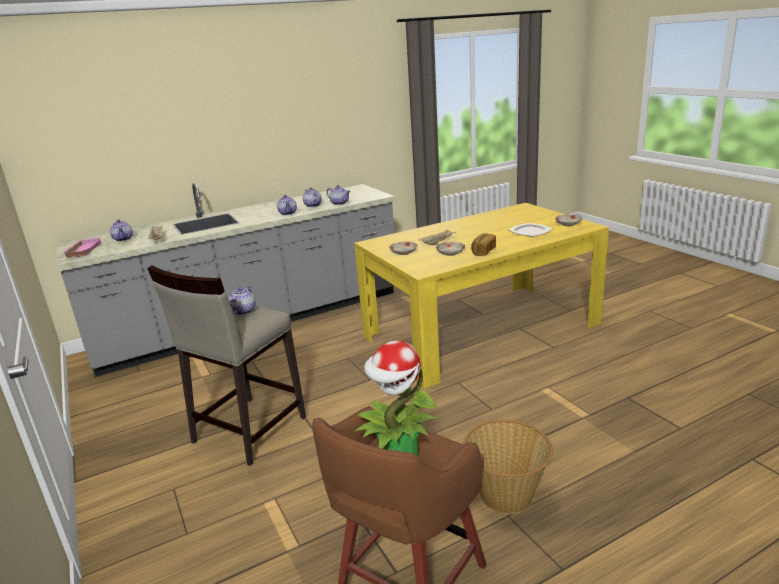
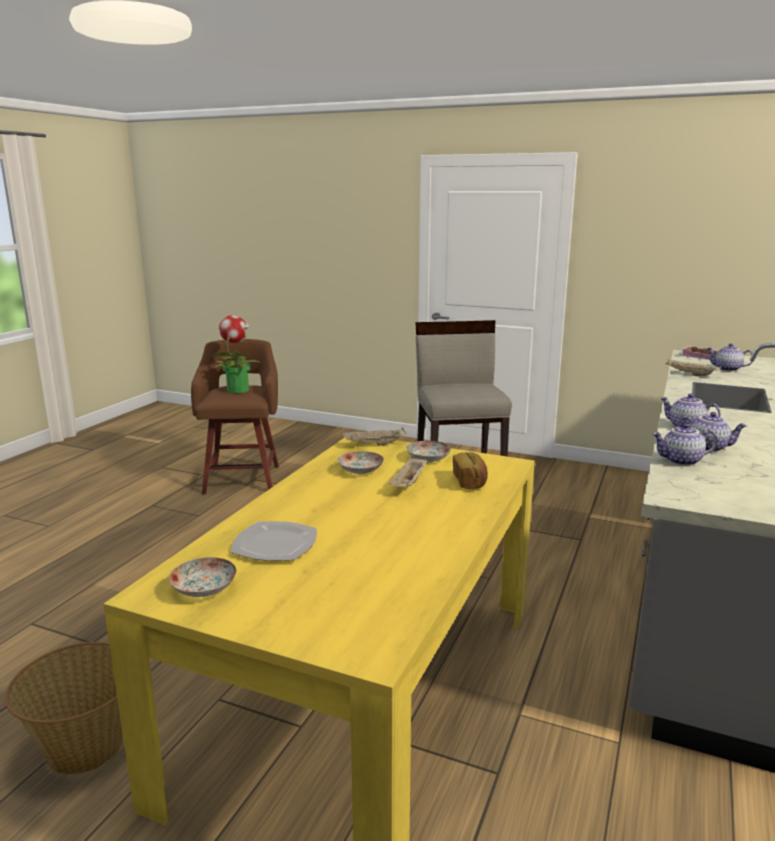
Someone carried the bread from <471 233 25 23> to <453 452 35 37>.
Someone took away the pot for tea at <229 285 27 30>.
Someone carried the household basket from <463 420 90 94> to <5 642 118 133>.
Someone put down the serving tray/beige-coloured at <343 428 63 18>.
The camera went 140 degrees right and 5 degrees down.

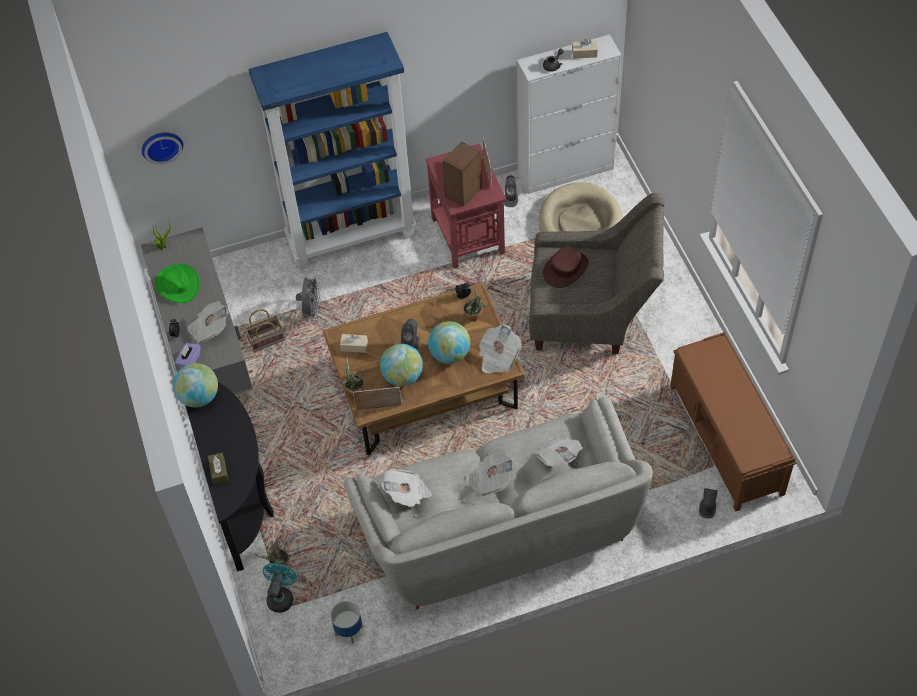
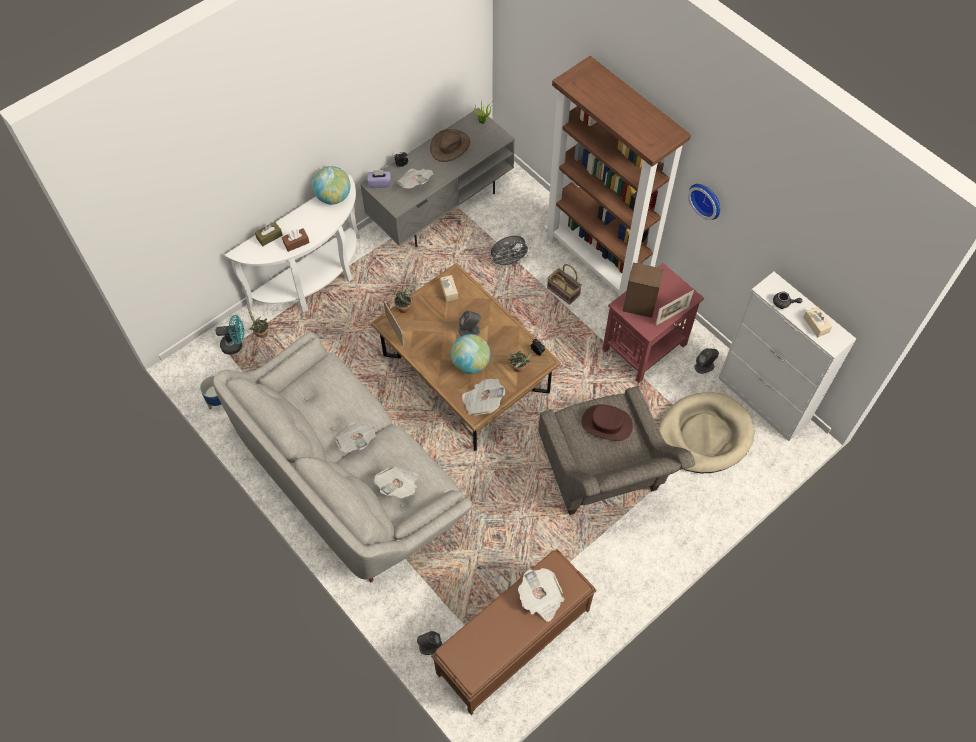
Someone repainted the bookcase/blue-coloured at <248 32 169 238>, which became the bookcase/brown-coloured at <544 56 147 241>.
Someone carried the clock on the wall from <142 132 41 32> to <688 184 32 36>.
Someone repainted the hat/green at <155 264 45 39>, which became the hat/brown-coloured at <430 129 40 33>.
Someone carried the household basket from <244 309 41 43> to <547 264 35 41>.
Someone took away the desk globe at <380 344 43 42>.
Someone repainted the narrow table/blackish at <185 382 89 189>, which became the narrow table/white at <225 175 135 137>.
Someone carried the printed paper from <381 468 51 39> to <518 568 47 54>.
Someone put down the box of tissues/brown-coloured at <282 228 28 24>.
The camera went 65 degrees right and 5 degrees up.

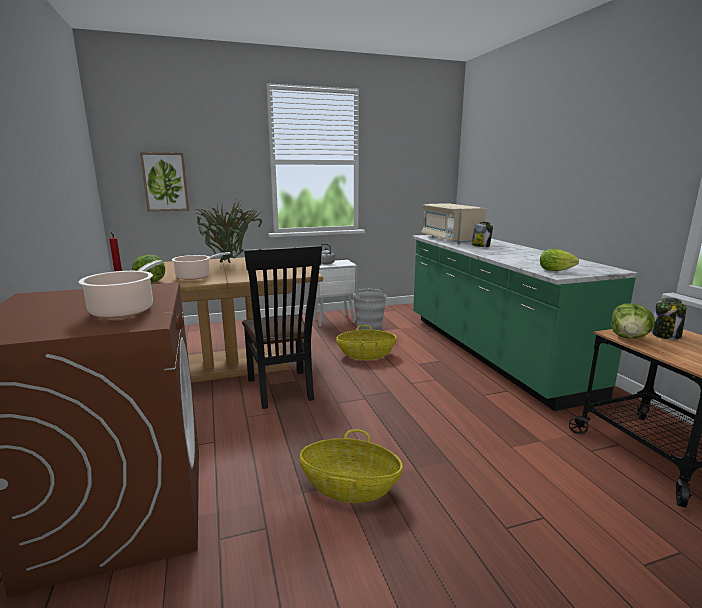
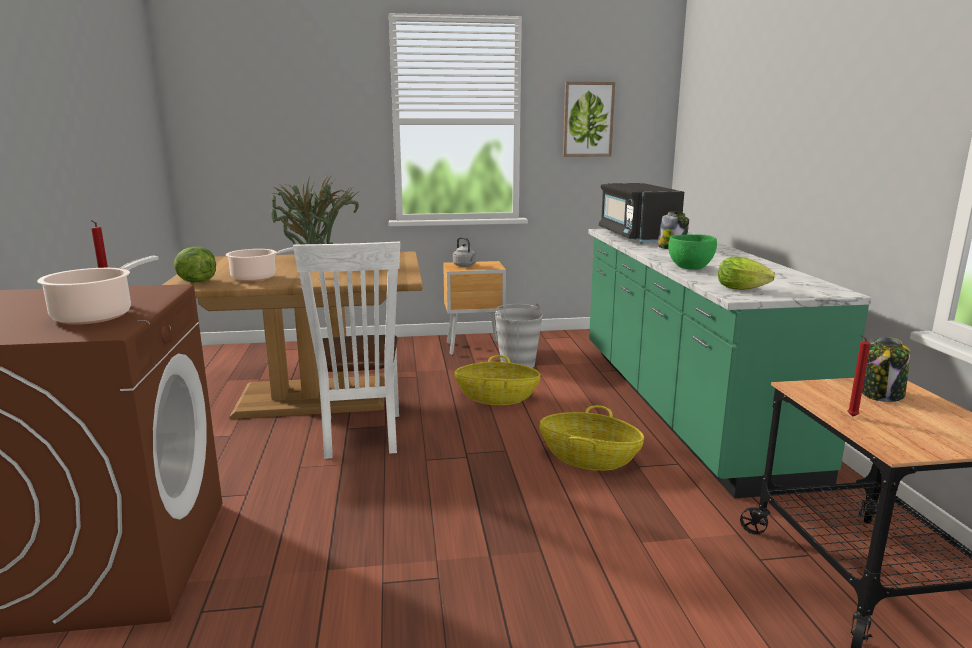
Someone carried the picture from <140 152 49 60> to <563 82 52 75>.
Someone repainted the microwave/beige-coloured at <421 203 66 41>, which became the microwave/blackish at <599 183 85 61>.
Someone repainted the upright chair/blackish at <242 245 80 164>, which became the upright chair/white at <293 241 107 218>.
Someone repainted the nightstand/white at <313 260 44 67>, which became the nightstand/brown-coloured at <443 261 63 94>.
Someone took away the head of lettuce at <611 304 44 35>.
Someone carried the household basket from <299 429 104 74> to <539 405 105 66>.
Someone put down the serving bowl/green at <668 234 49 36>.
Someone put down the wax light/red at <847 335 24 82>.
The camera went 10 degrees right and 0 degrees up.

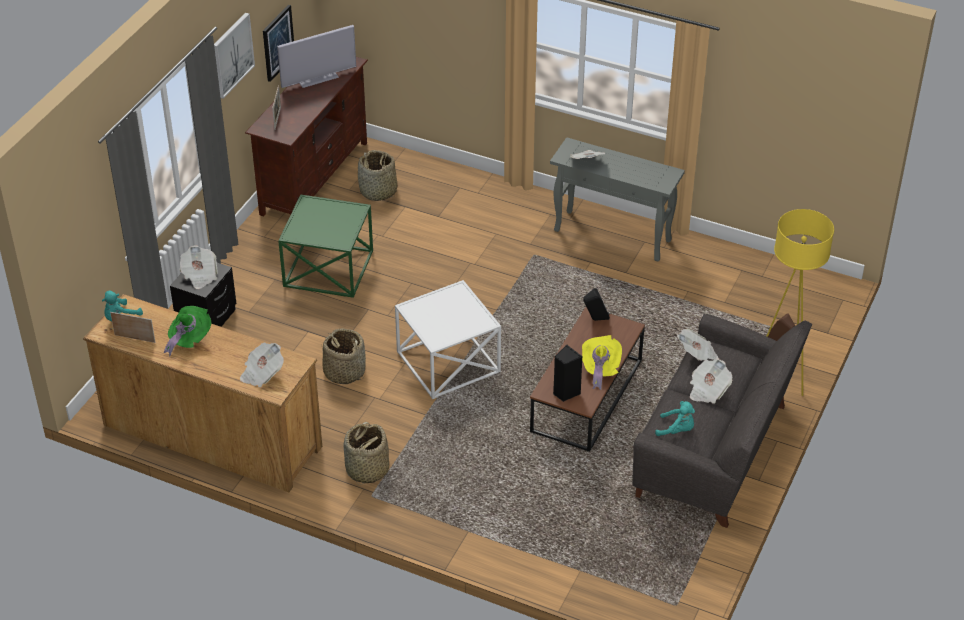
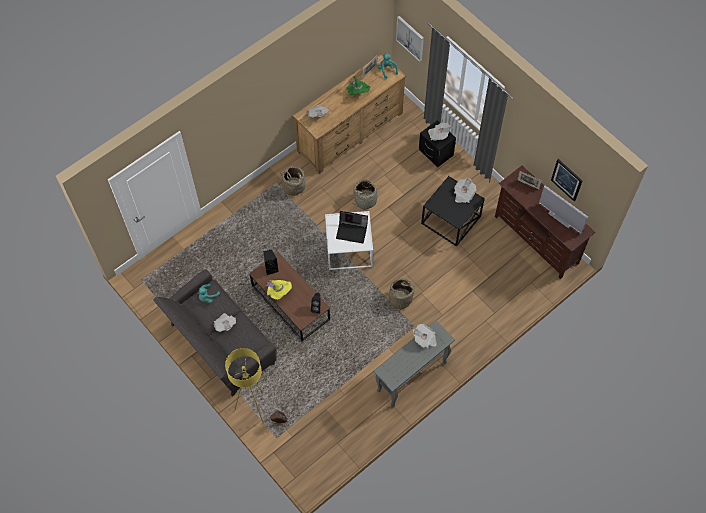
Someone carried the picture from <214 13 41 86> to <396 16 28 46>.
Someone rotated the television at <277 25 79 63> by 45 degrees counterclockwise.
Someone carried the household basket from <358 150 39 51> to <384 278 32 31>.
Someone repainted the side table/green at <278 194 95 104>, which became the side table/blackish at <421 176 64 71>.
Someone carried the printed paper from <677 329 42 32> to <454 178 23 25>.
Someone put down the laptop at <336 211 32 32>.
The camera went 115 degrees right and 20 degrees up.

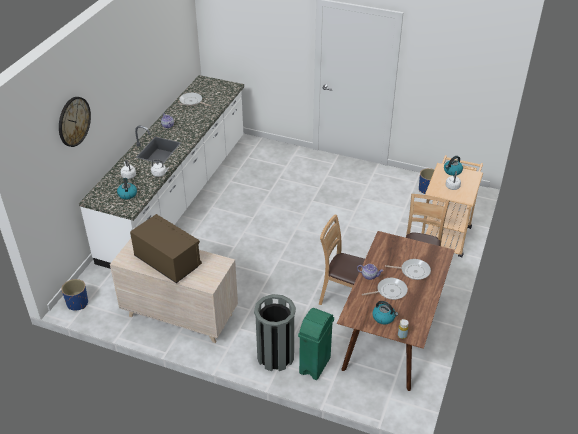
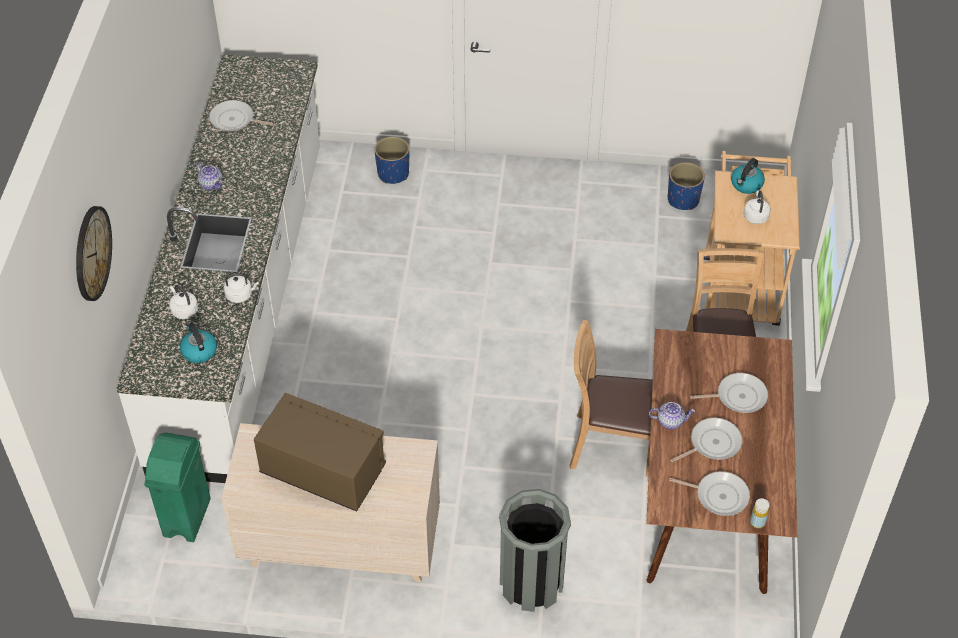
Someone carried the plant pot/blue-coloured from <61 279 27 32> to <374 137 35 47>.
Someone swapped the water kettle at <372 301 26 23> for the pan at <669 471 81 45>.
Someone carried the rubbish bin/green from <298 308 36 72> to <144 433 67 109>.
The camera went 15 degrees left and 10 degrees up.

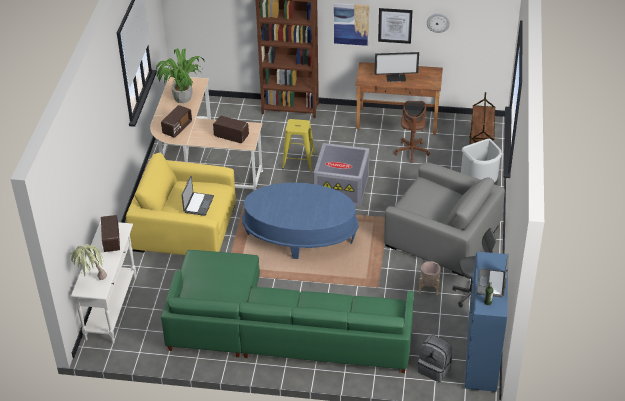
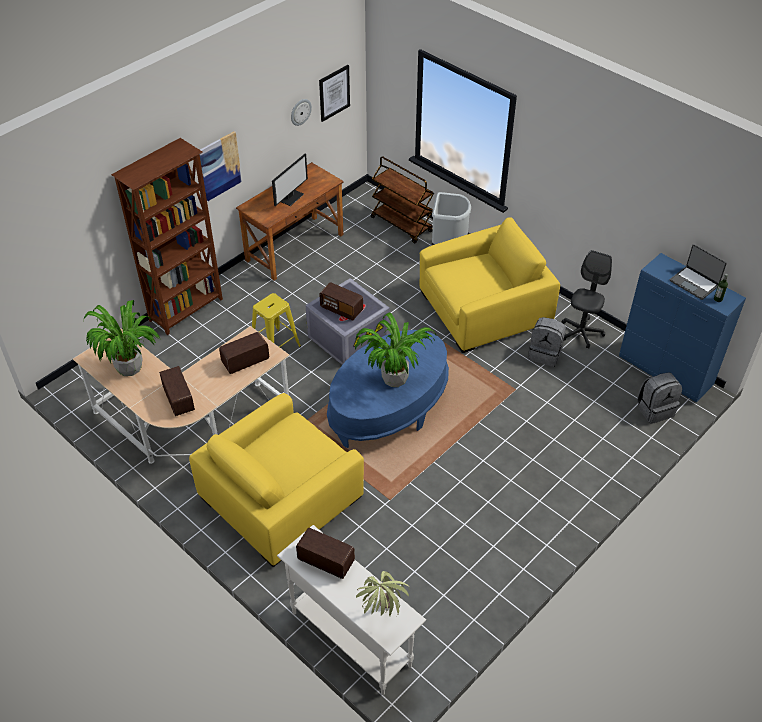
Someone carried the picture from <378 8 35 36> to <319 65 31 57>.
Someone took away the desk chair/brown-coloured at <394 101 36 61>.
Someone repainted the lounge chair/gray at <384 162 121 115>, which became the lounge chair/yellowish at <419 217 141 136>.
Someone took away the laptop at <182 176 32 40>.
Someone took away the settee/green at <161 250 253 123>.
Someone swapped the plant pot/beige-coloured at <419 261 22 34> for the backpack/gray at <528 317 38 50>.
Someone put down the radio set at <319 282 44 38>.
Someone put down the plant in a pot at <355 313 81 74>.
The camera went 55 degrees left and 5 degrees up.

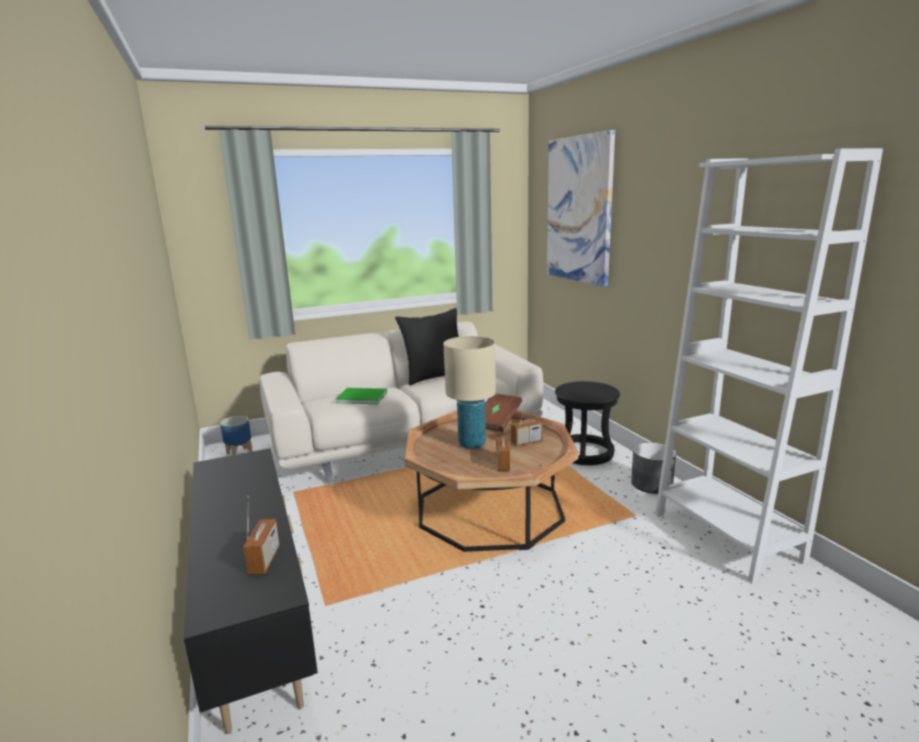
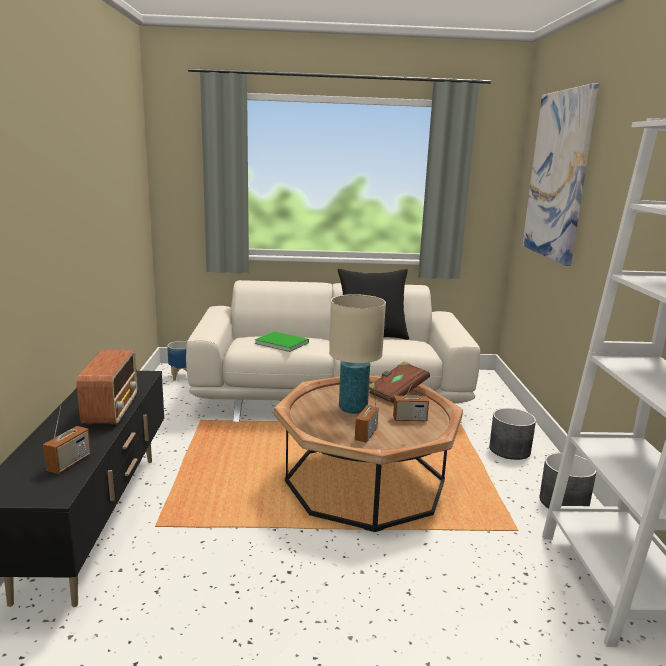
Someone swapped the sitting stool/blackish at <555 381 65 84> for the plant pot/gray at <489 408 47 52>.
Someone put down the radio set at <76 350 62 76>.
The camera went 20 degrees right and 0 degrees up.

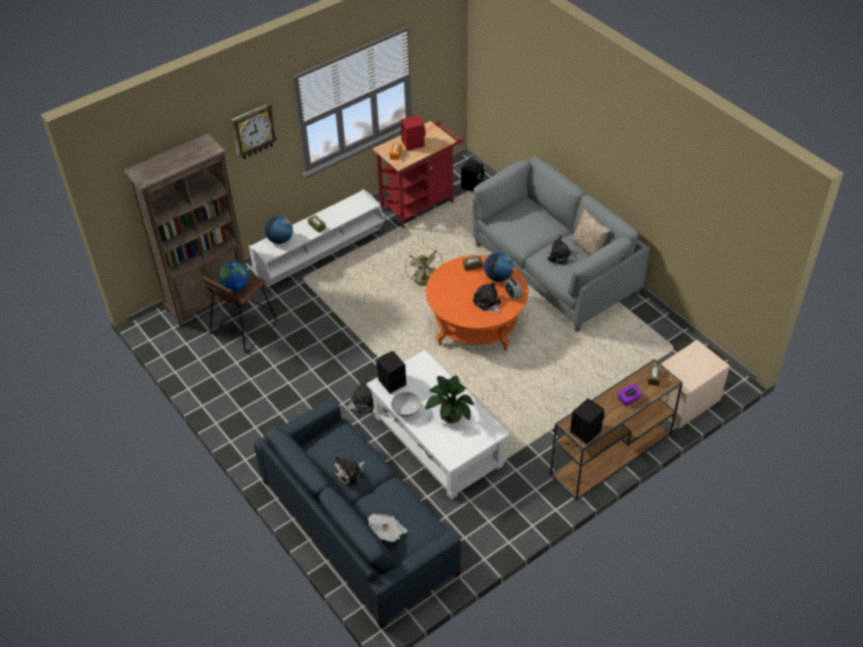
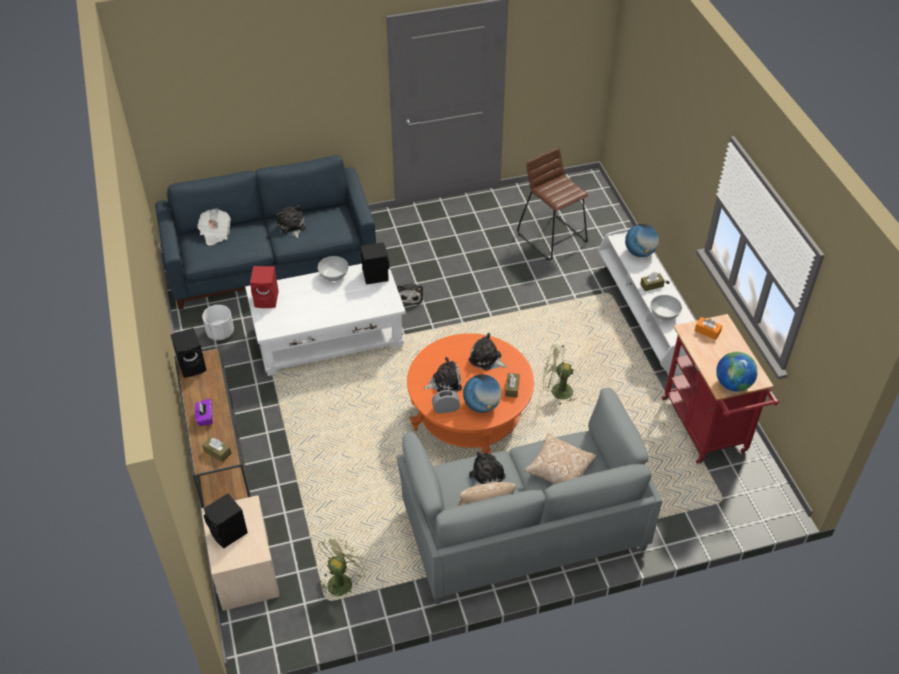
Someone took away the clock on the wall at <231 103 46 56>.
Someone carried the audio speaker/red from <401 115 25 36> to <250 266 28 42>.
Someone took away the bookcase/brown-coloured at <124 133 122 193>.
Someone carried the audio speaker/blackish from <461 159 24 33> to <204 493 44 55>.
Someone carried the desk globe from <218 262 31 30> to <716 352 42 40>.
Someone took away the plant in a pot at <425 375 49 48>.
Someone put down the serving bowl/white at <650 295 32 26>.
Someone put down the plant pot/white at <202 305 32 35>.
Someone put down the cuddly toy at <469 333 39 37>.
Someone put down the throw pillow at <524 433 74 51>.
Someone put down the cooling fan/green at <318 534 52 64>.
The camera went 110 degrees right and 0 degrees up.

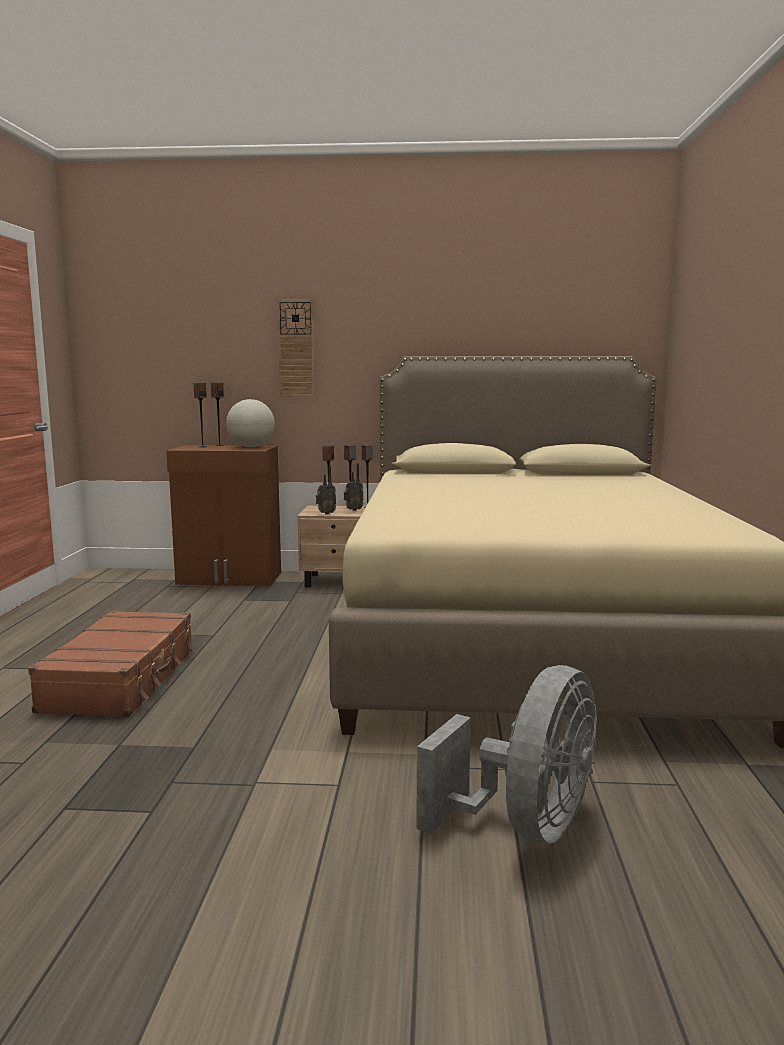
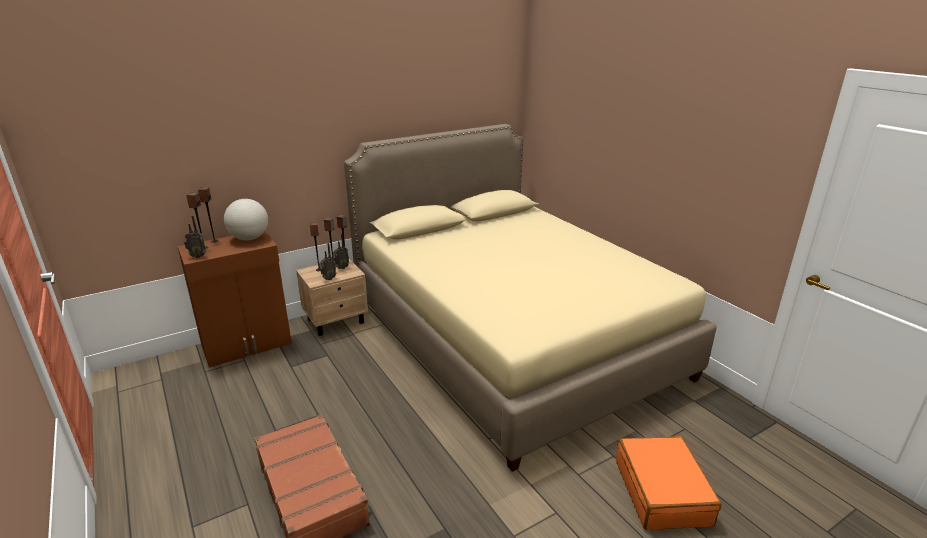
Someone took away the clock on the wall at <277 300 38 97>.
Someone swapped the cooling fan/gray at <416 665 181 179> for the travel case/orangey at <616 436 106 94>.
Someone put down the radio set at <184 215 22 43>.
The camera went 35 degrees left and 15 degrees up.

